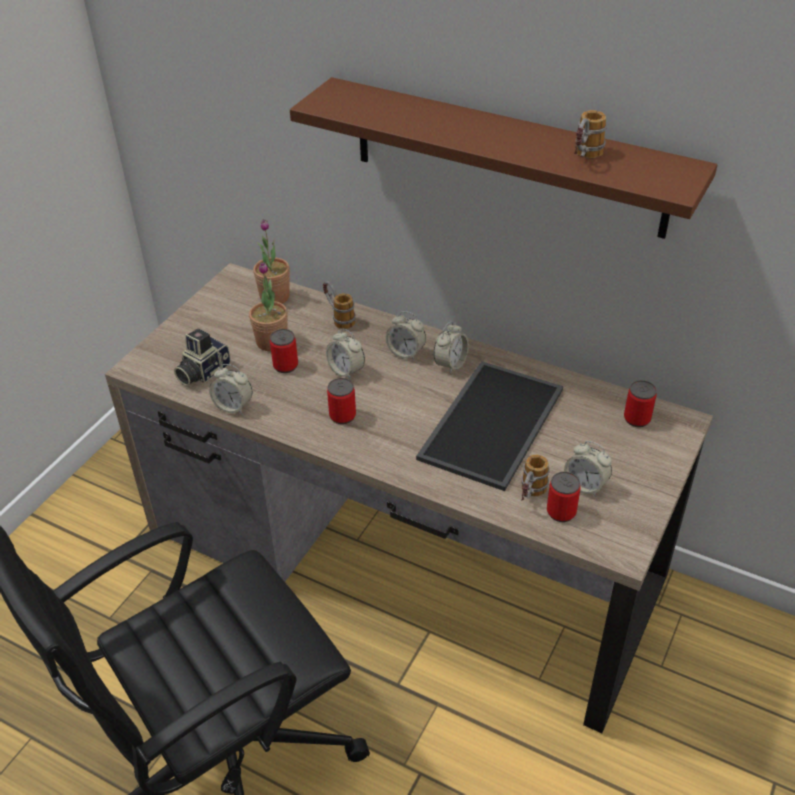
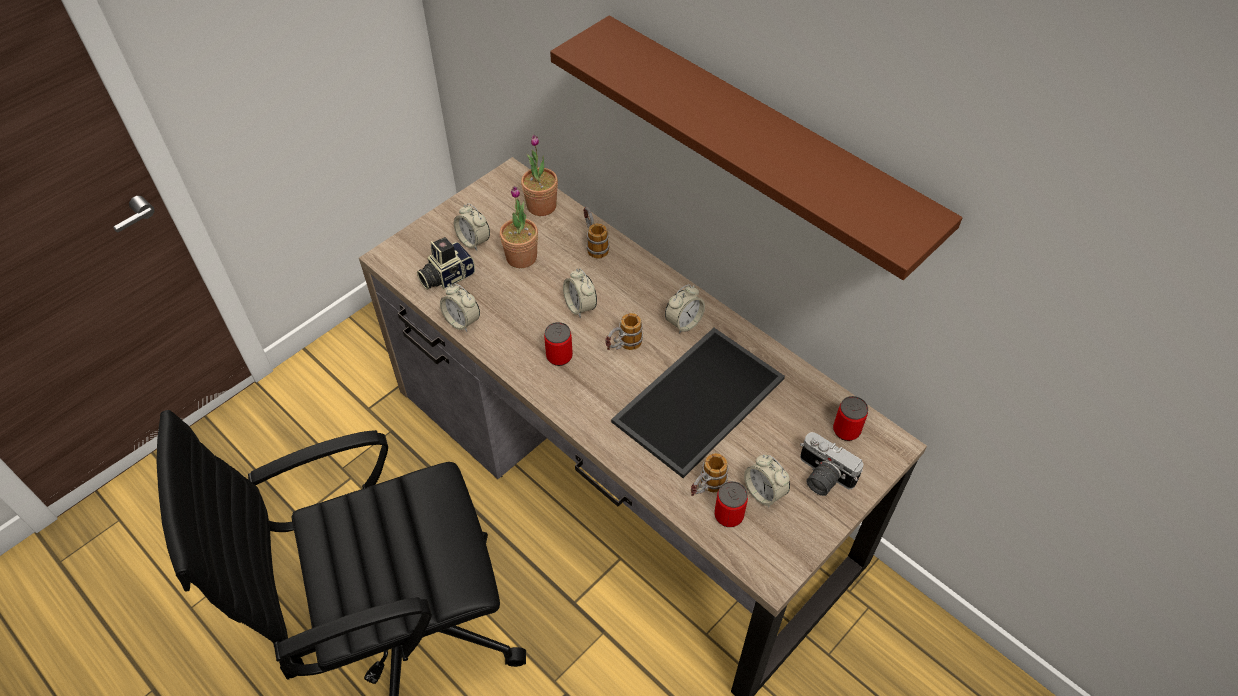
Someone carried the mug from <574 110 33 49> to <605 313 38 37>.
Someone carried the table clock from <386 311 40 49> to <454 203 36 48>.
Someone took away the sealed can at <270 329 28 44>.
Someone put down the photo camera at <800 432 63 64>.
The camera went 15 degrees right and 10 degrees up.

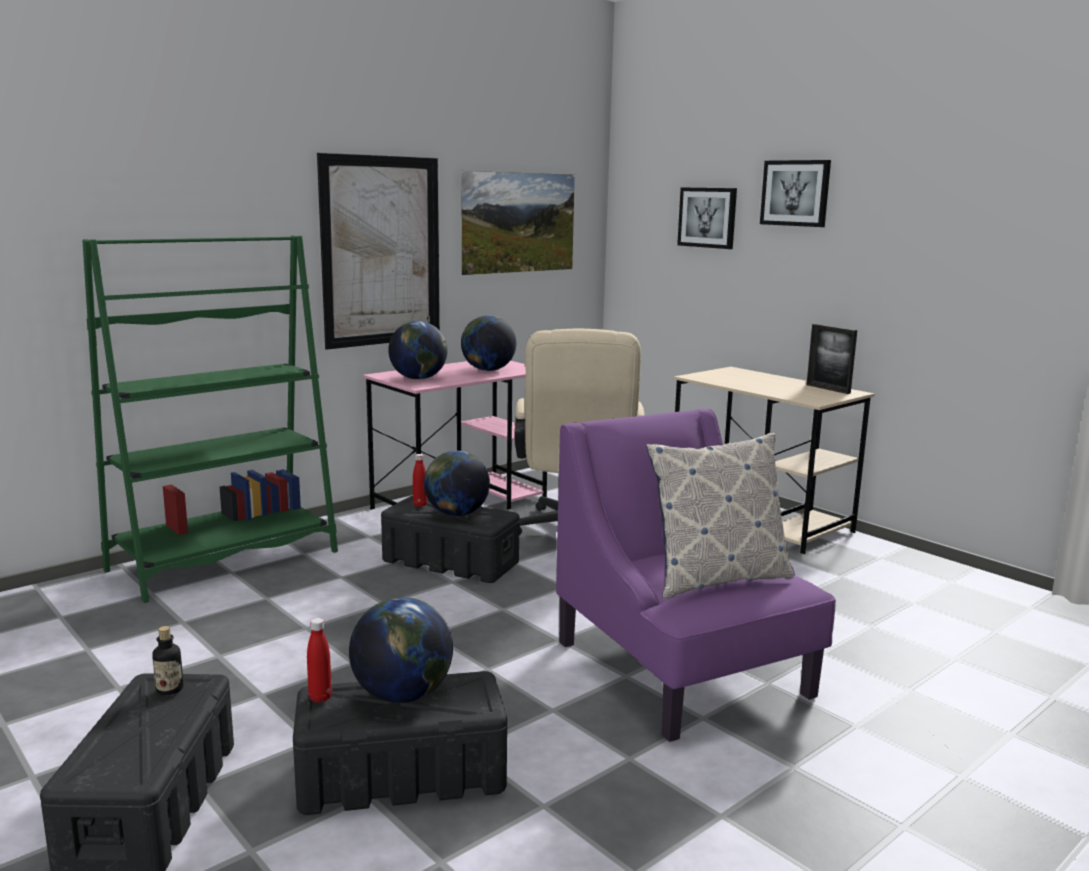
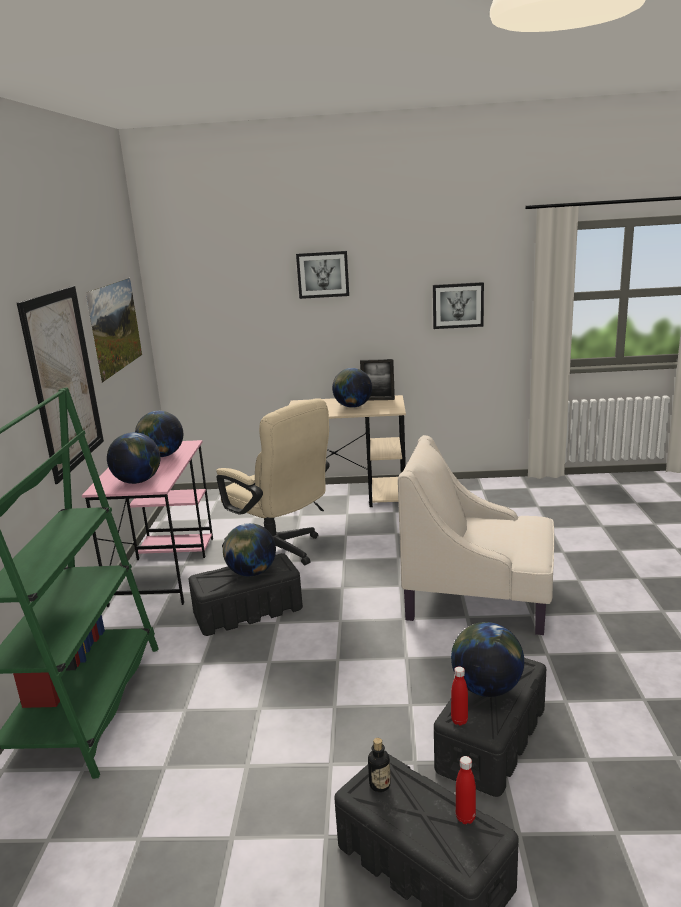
Someone carried the picture from <677 187 60 62> to <433 282 51 47>.
Someone repainted the lounge chair/purplish at <556 409 280 333>, which became the lounge chair/beige-coloured at <398 435 156 200>.
Someone took away the throw pillow at <646 433 148 166>.
Someone carried the drink bottle/red from <413 454 14 53> to <456 756 20 68>.
Someone put down the desk globe at <332 368 40 40>.
The camera went 45 degrees left and 5 degrees up.

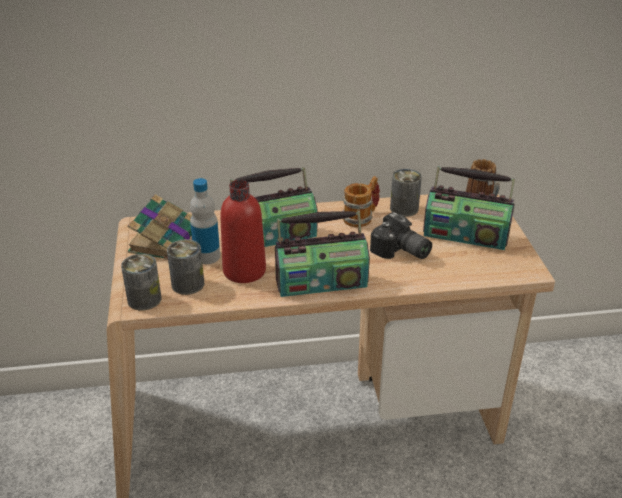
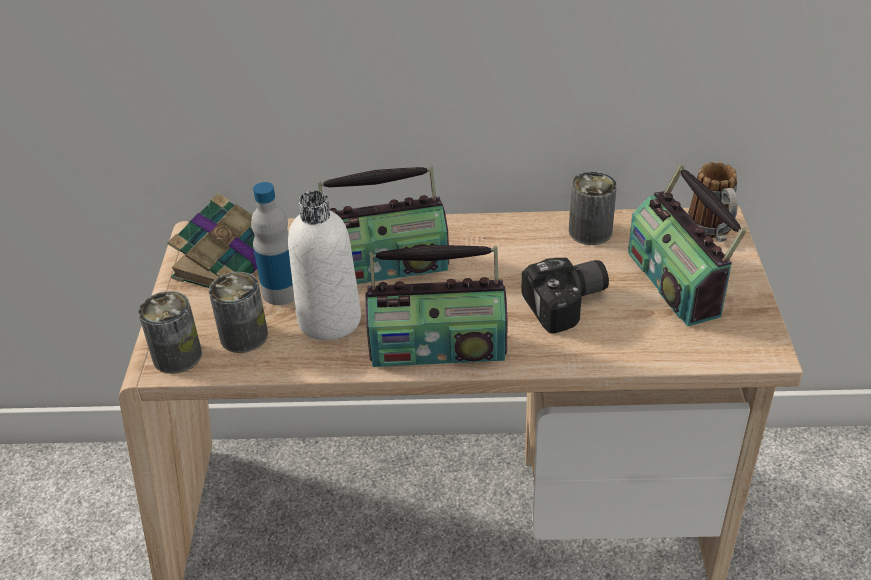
Someone rotated the radio set at <423 166 92 84> by 45 degrees clockwise.
Someone took away the mug at <343 176 37 52>.
Someone repainted the drink bottle/red at <220 180 46 103>, which became the drink bottle/white at <288 191 73 149>.
Someone rotated the photo camera at <370 212 62 47> by 75 degrees counterclockwise.
The camera went 10 degrees right and 5 degrees up.

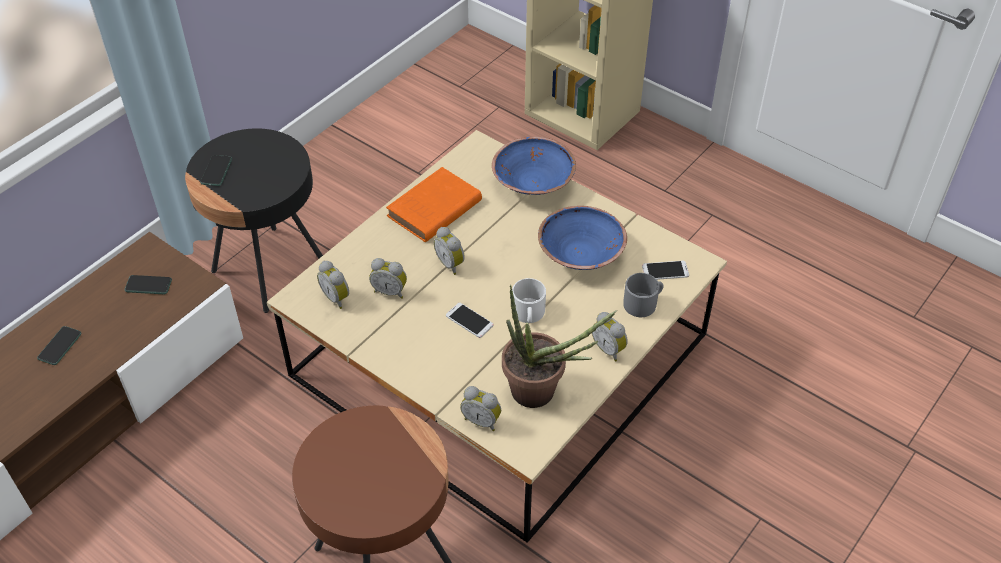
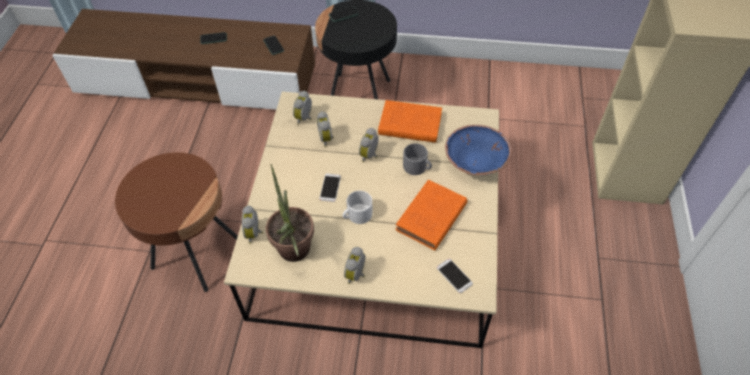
Someone swapped the serving bowl/blue-coloured at <538 206 89 64> for the bound book/orangey at <395 180 72 70>.
Someone carried the mug/gray from <623 273 41 44> to <403 143 29 32>.
The camera went 60 degrees right and 5 degrees up.

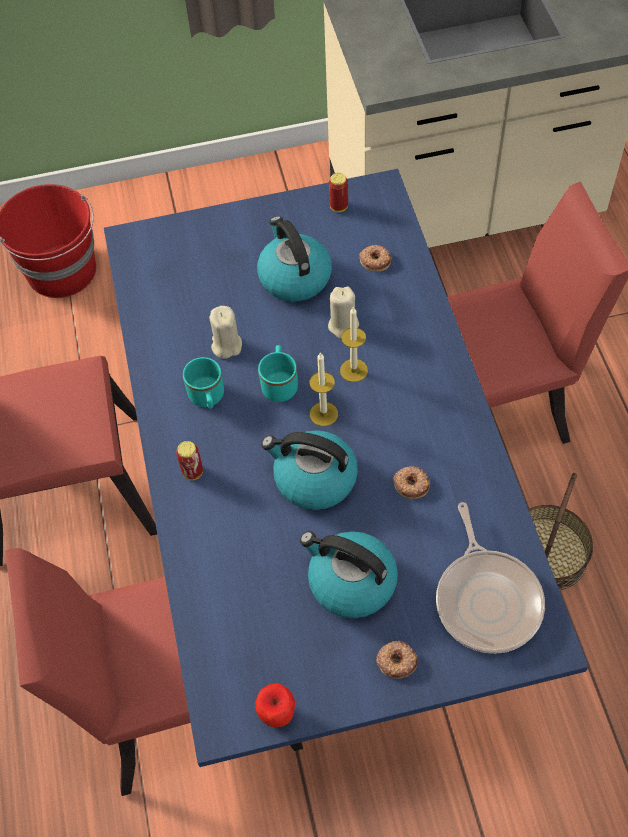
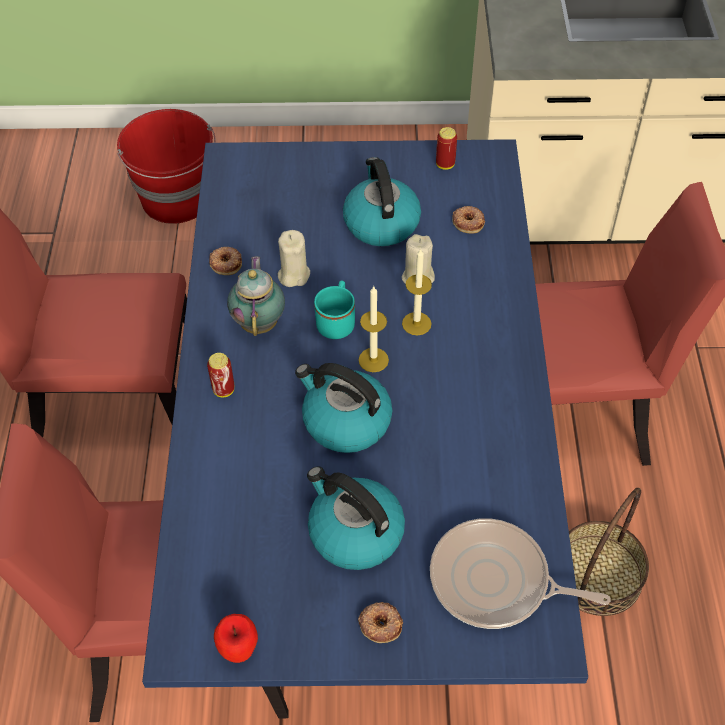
Someone swapped the mug/blue-green at <183 357 41 52> for the pot for tea at <227 256 58 80>.
Someone carried the donut from <393 466 37 33> to <209 247 33 28>.
Someone rotated the pan at <436 502 109 152> by 105 degrees clockwise.
The camera went 10 degrees right and 5 degrees down.

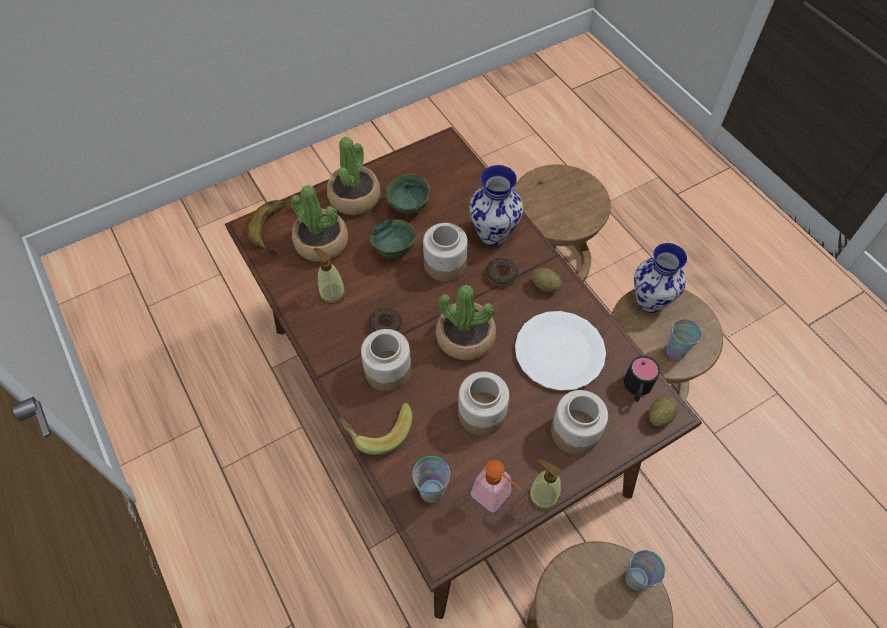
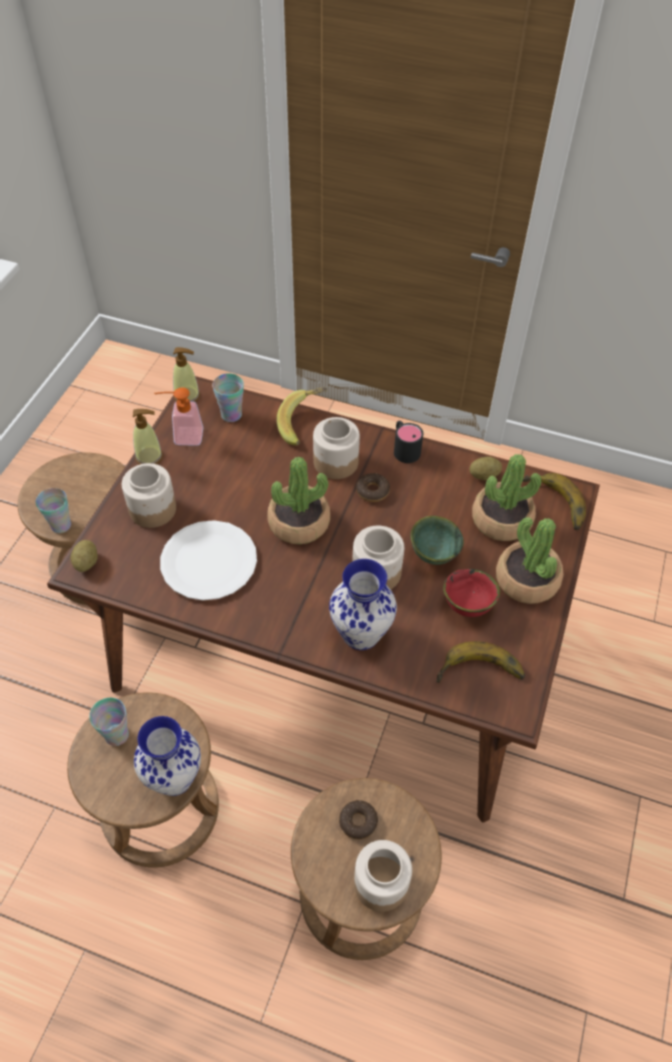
Someone repainted the serving bowl/green at <386 174 45 40>, which became the serving bowl/red at <443 569 57 48>.
Someone carried the soap bottle from <314 248 32 56> to <173 347 27 55>.
Someone carried the donut from <486 258 32 28> to <339 800 39 40>.
Someone carried the whole potato from <532 268 30 24> to <470 457 32 23>.
Someone carried the mug/blackish from <624 356 36 46> to <394 421 29 42>.
Someone carried the jar from <458 372 51 63> to <354 840 58 72>.
Someone put down the banana fruit at <436 641 89 42>.
The camera went 140 degrees right and 5 degrees down.

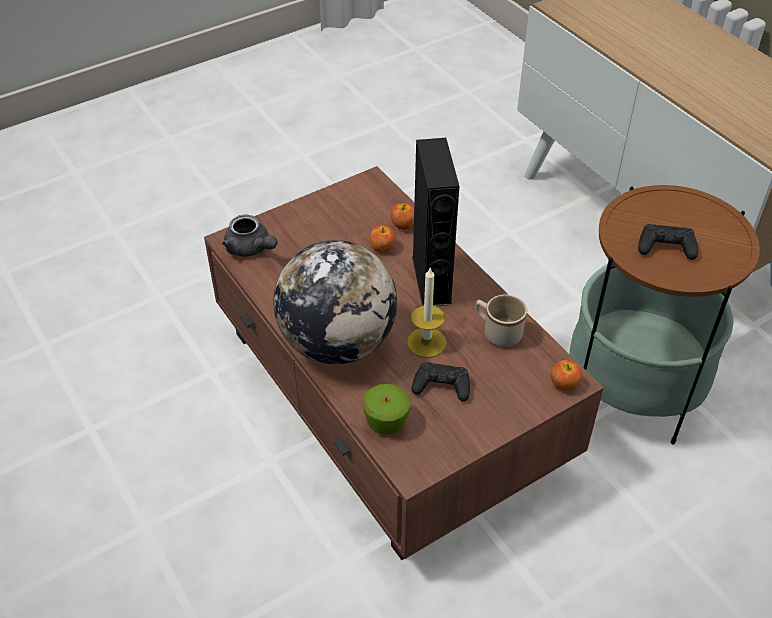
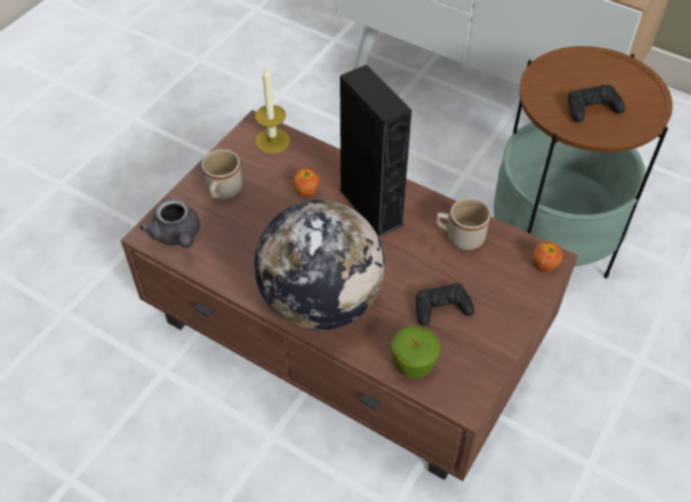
Someone took away the whole apple at <391 203 23 27>.
Someone rotated the pot for tea/gray at <222 215 56 42> by 45 degrees clockwise.
Someone carried the wax light from <407 268 40 90> to <255 66 35 88>.
Someone put down the mug/beige-coloured at <202 149 40 50>.
The camera went 25 degrees left and 5 degrees up.

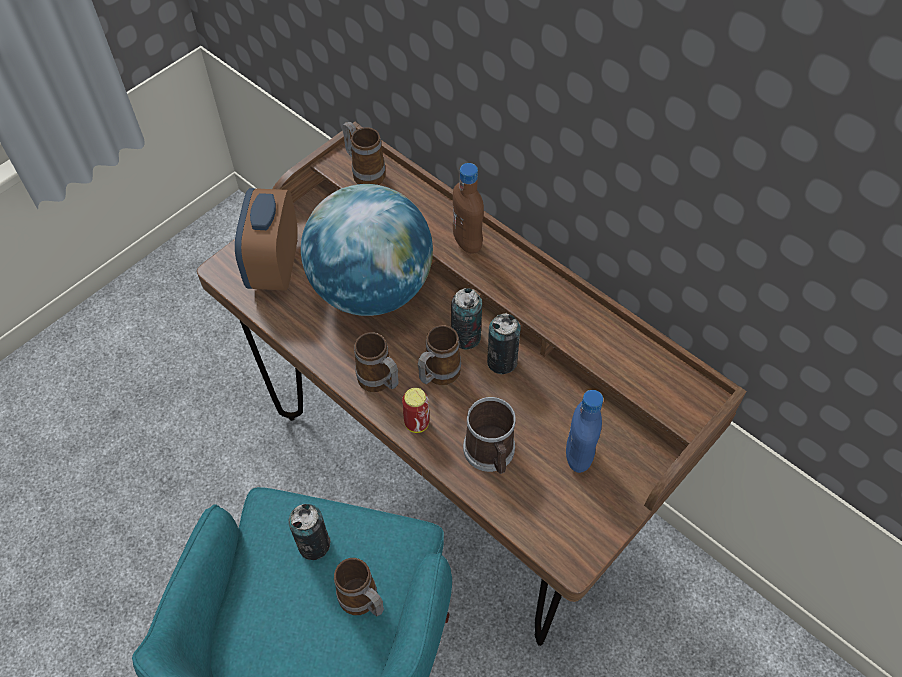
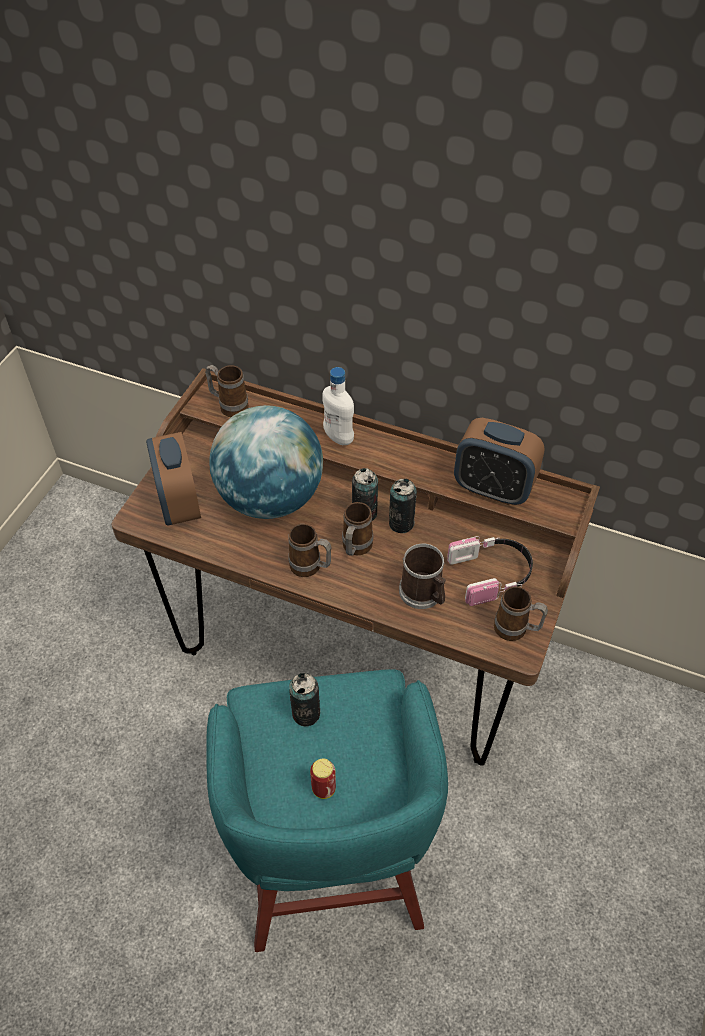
Someone repainted the drink bottle/brown-coloured at <453 163 31 91>, which became the drink bottle/white at <322 367 32 78>.
Someone carried the sealed can from <402 388 27 45> to <310 758 26 41>.
Someone swapped the drink bottle/blue-coloured at <566 390 37 83> for the headphones at <447 536 86 70>.
Someone carried the mug from <334 558 50 59> to <494 586 54 55>.
Someone put down the table clock at <454 418 91 87>.
The camera went 20 degrees left and 5 degrees down.

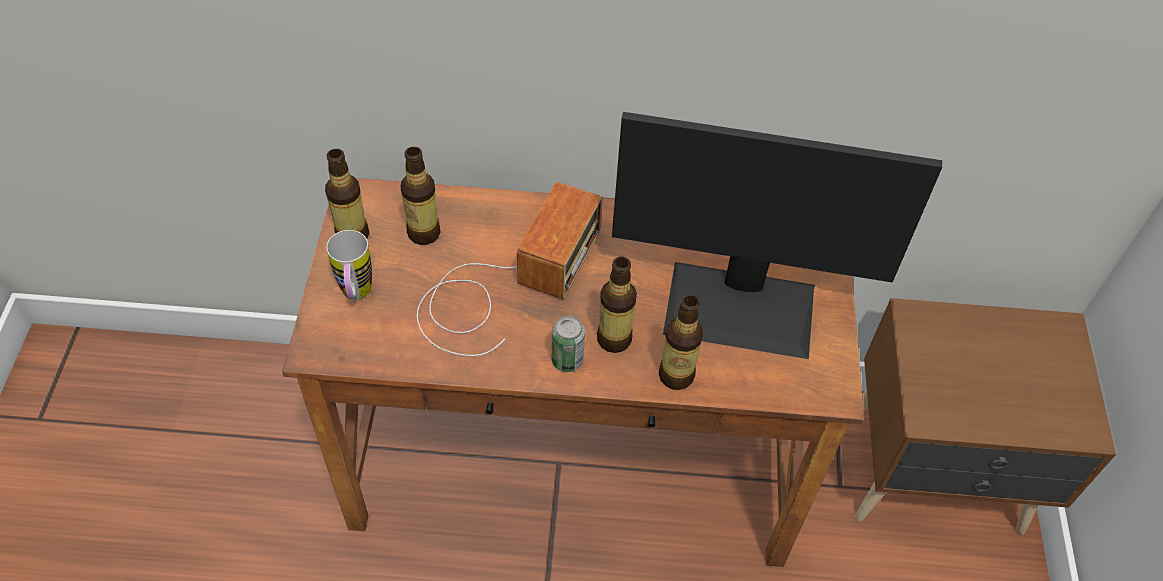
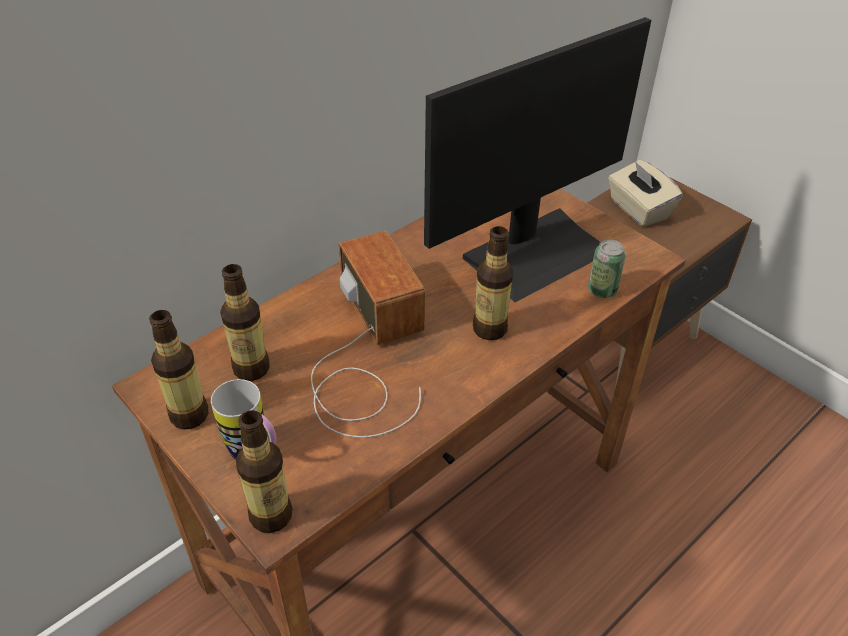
Someone carried the drink bottle from <659 294 44 96> to <236 410 57 123>.
Someone carried the sealed can from <552 316 33 56> to <588 240 38 58>.
Someone put down the box of tissues/beige-coloured at <608 160 75 67>.
The camera went 45 degrees left and 10 degrees down.

